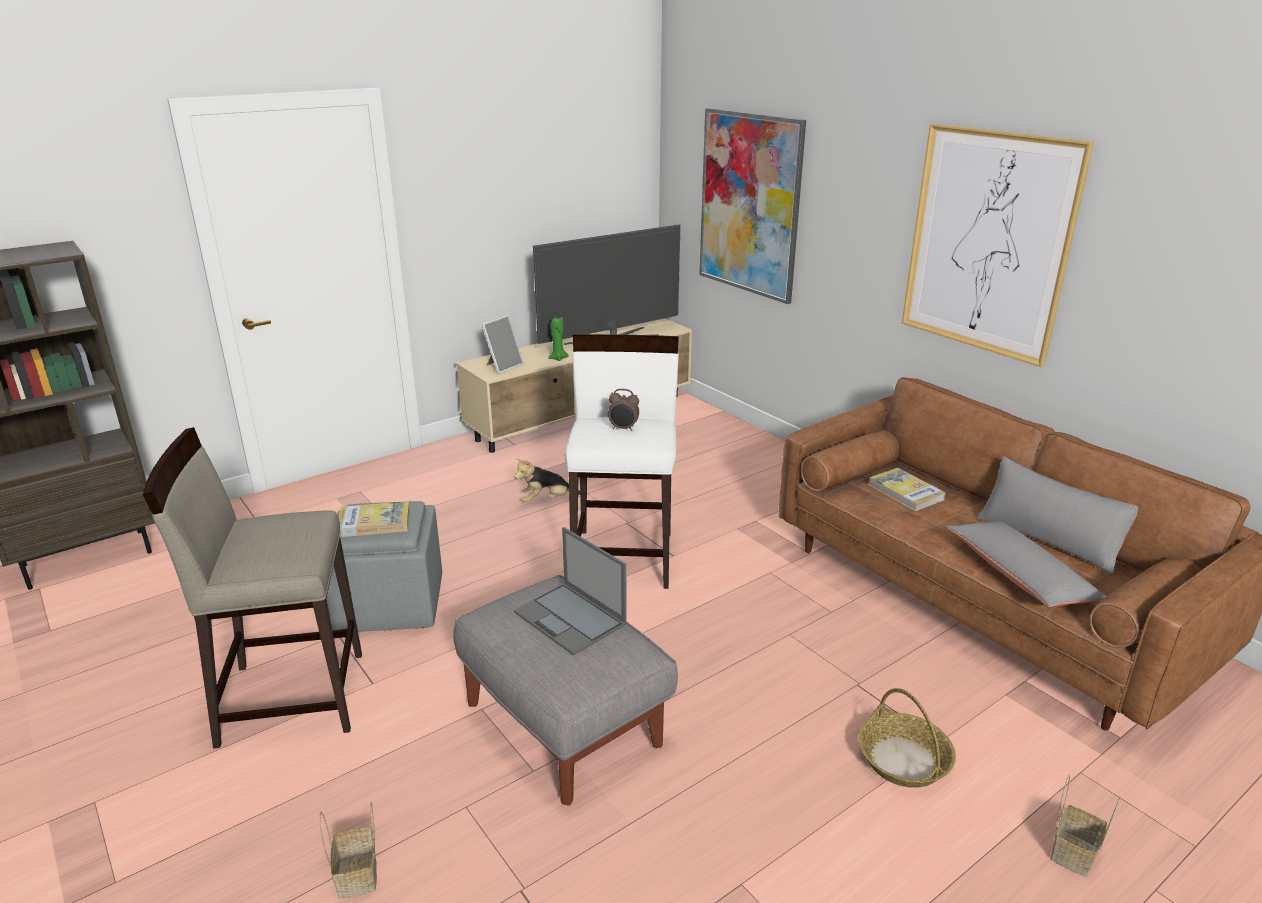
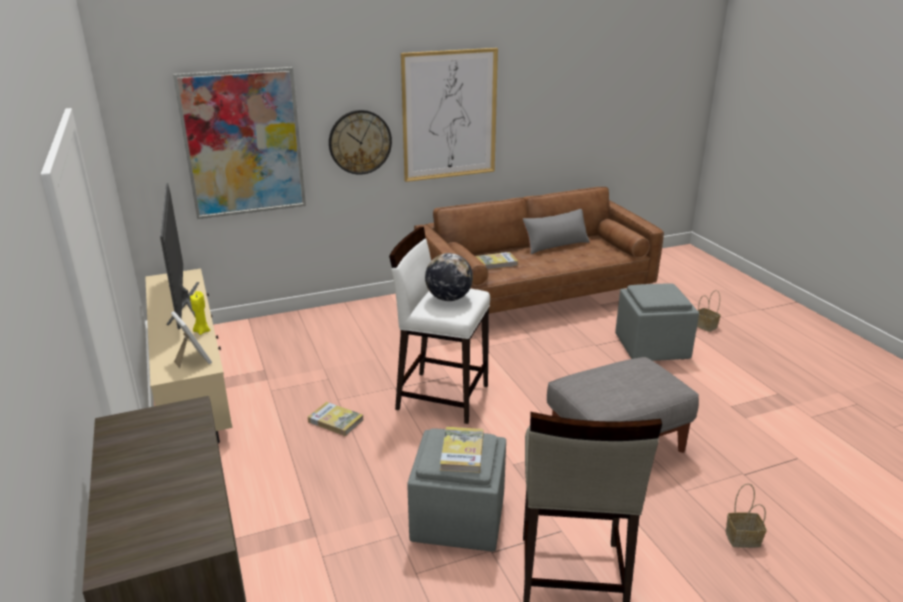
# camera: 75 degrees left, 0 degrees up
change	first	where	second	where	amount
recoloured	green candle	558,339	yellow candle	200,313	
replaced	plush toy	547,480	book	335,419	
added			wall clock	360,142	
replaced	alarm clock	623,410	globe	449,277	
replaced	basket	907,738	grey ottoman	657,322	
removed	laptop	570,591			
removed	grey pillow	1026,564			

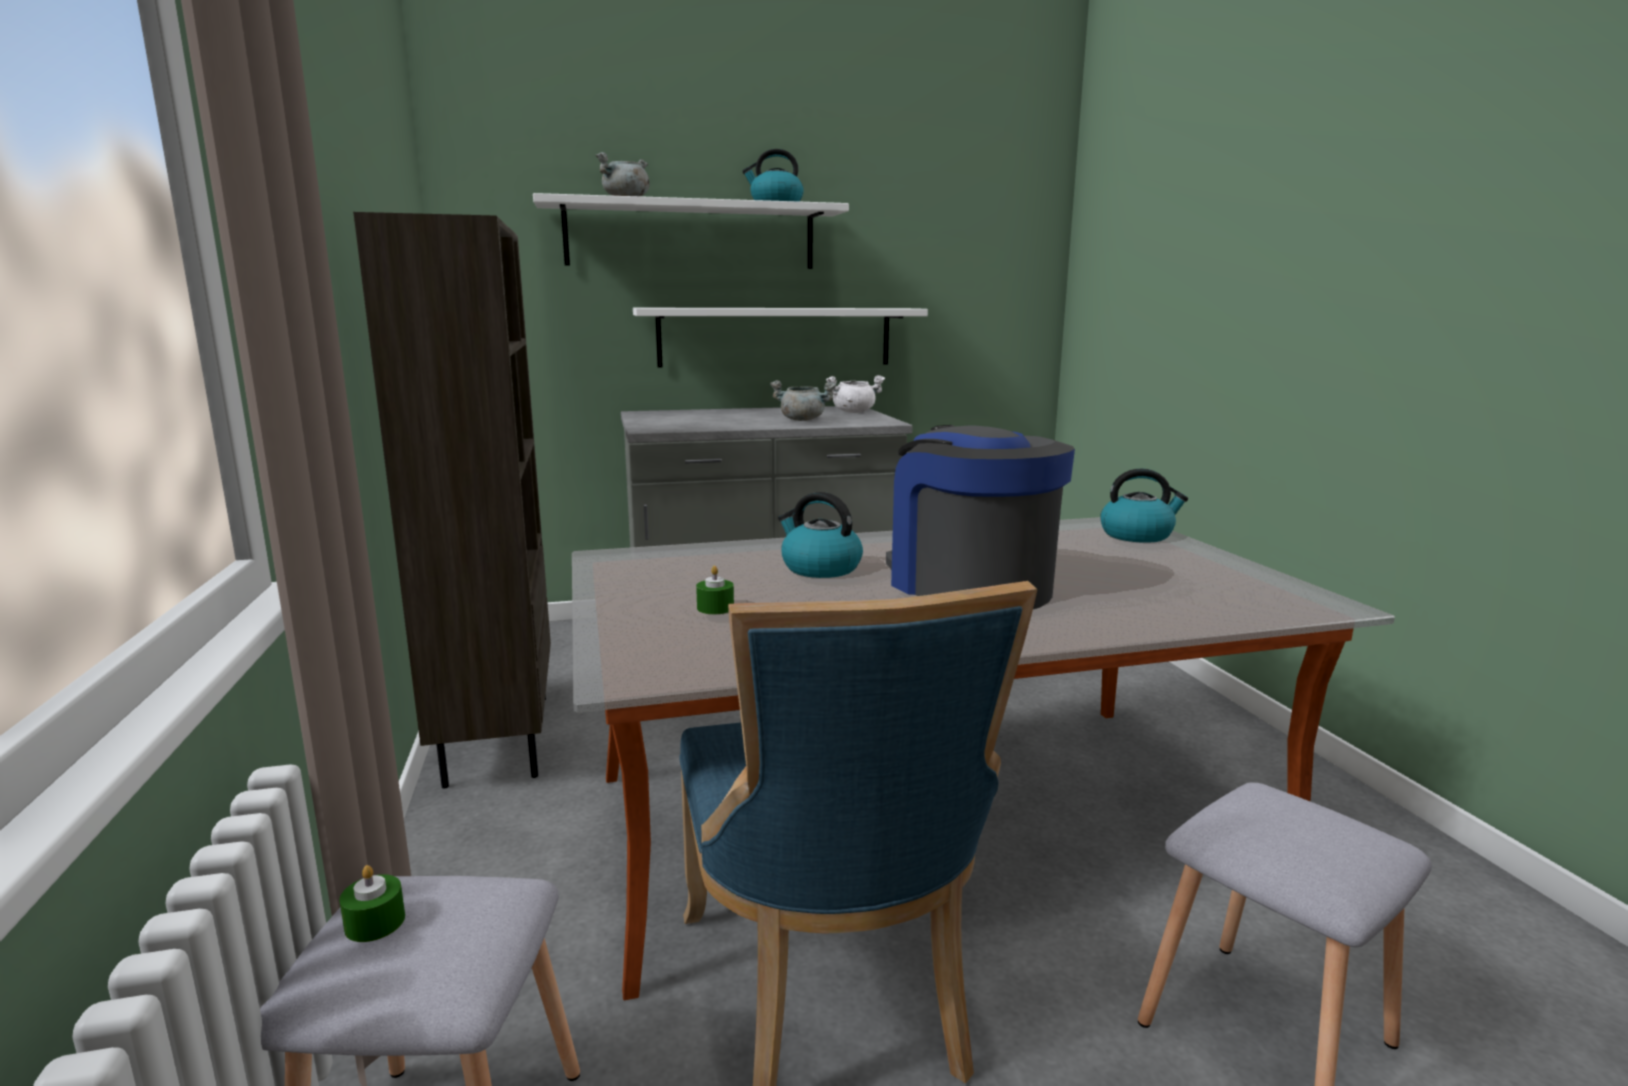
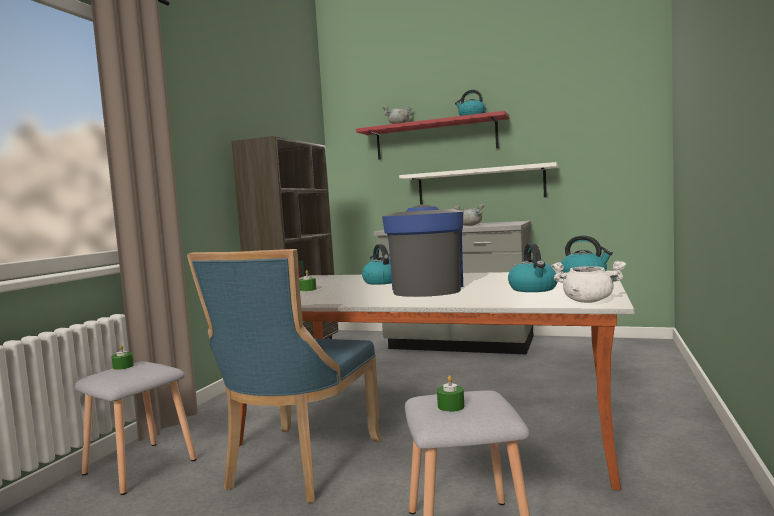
# camera: 35 degrees right, 10 degrees down
change	first	where	second	where	amount
recoloured	white shelf	691,231	red shelf	432,135	
added			green candle	450,393	
added			kettle	533,267	
moved	white cooking pot	855,394		588,282	

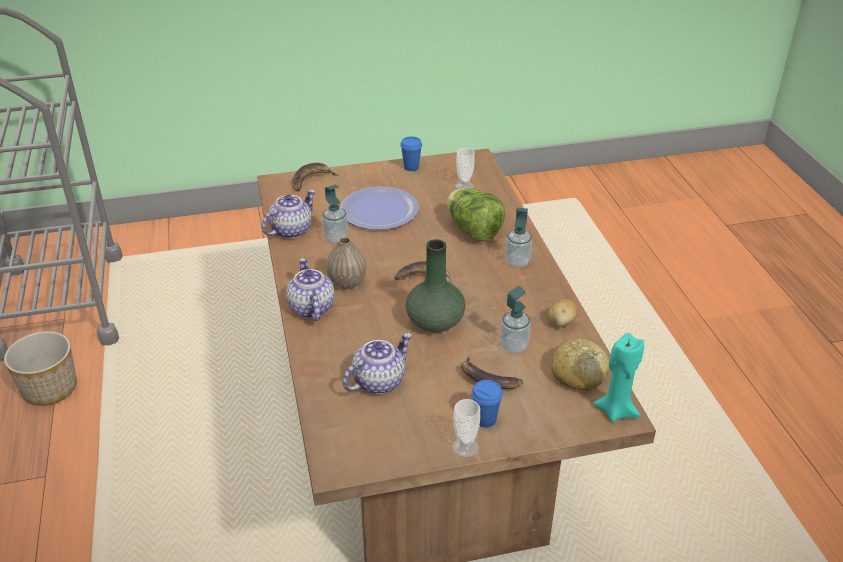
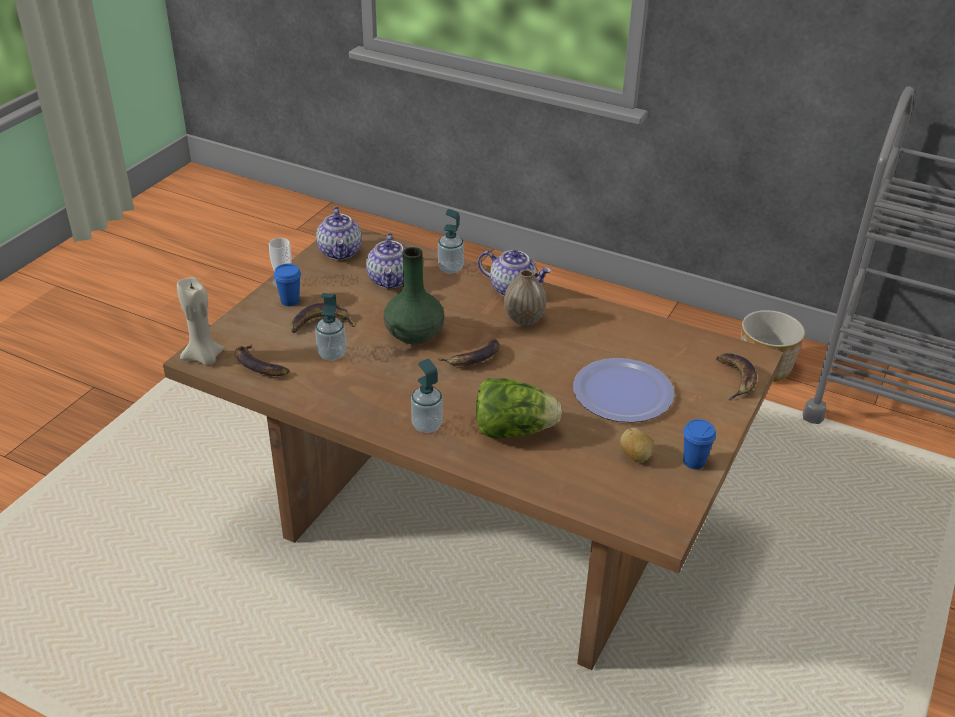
# camera: 130 degrees right, 0 degrees up
change	first	where	second	where	amount
recoloured	turquoise candle	618,377	beige candle	201,321	
replaced	bread	580,364	banana	262,360	
moved	teapot	289,214		339,233	
moved	soap dispenser	335,214		451,241	
moved	potato	562,313		637,445	
removed	cup	465,168			

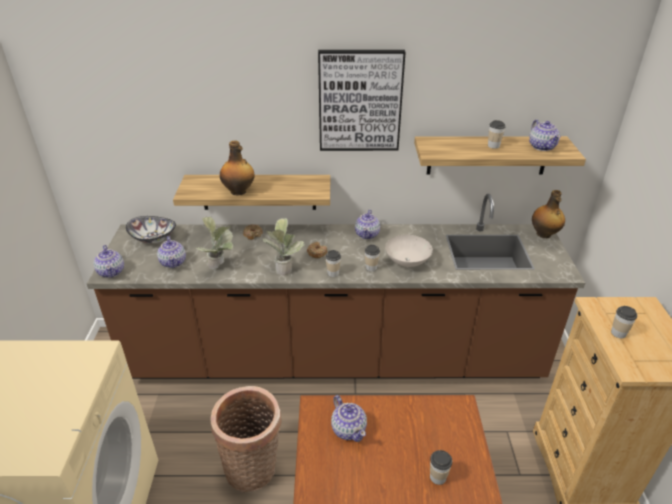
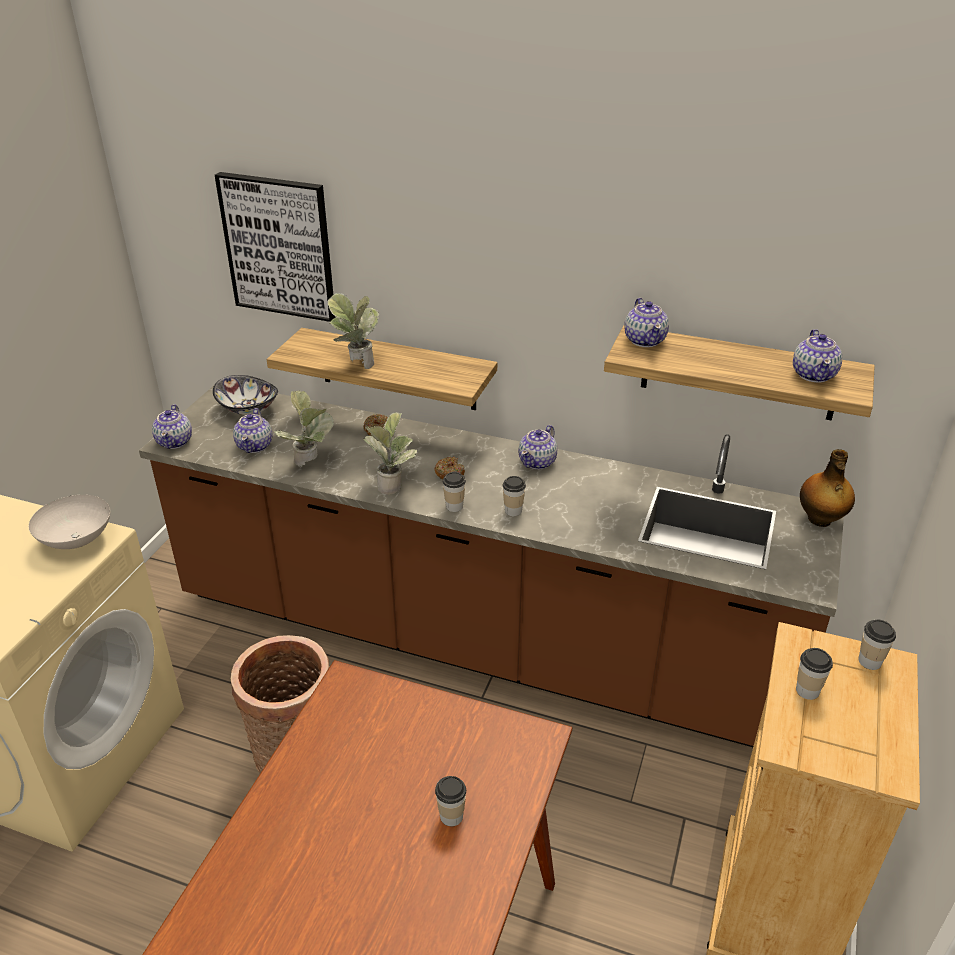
# camera: 20 degrees right, 0 degrees up
change	first	where	second	where	amount
moved	white bowl	409,251		69,522	
moved	picture	362,100		275,247	
replaced	bottle	237,168	potted plant	353,331	
moved	teapot	349,418		646,322	
moved	cup	496,134		877,645	

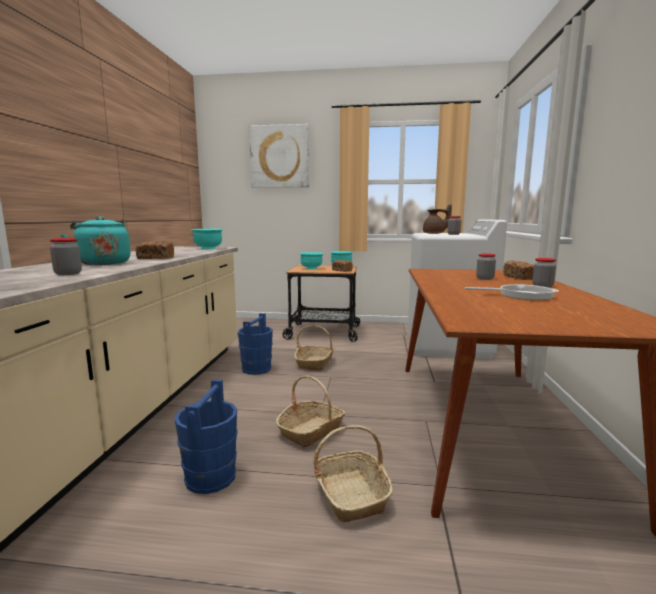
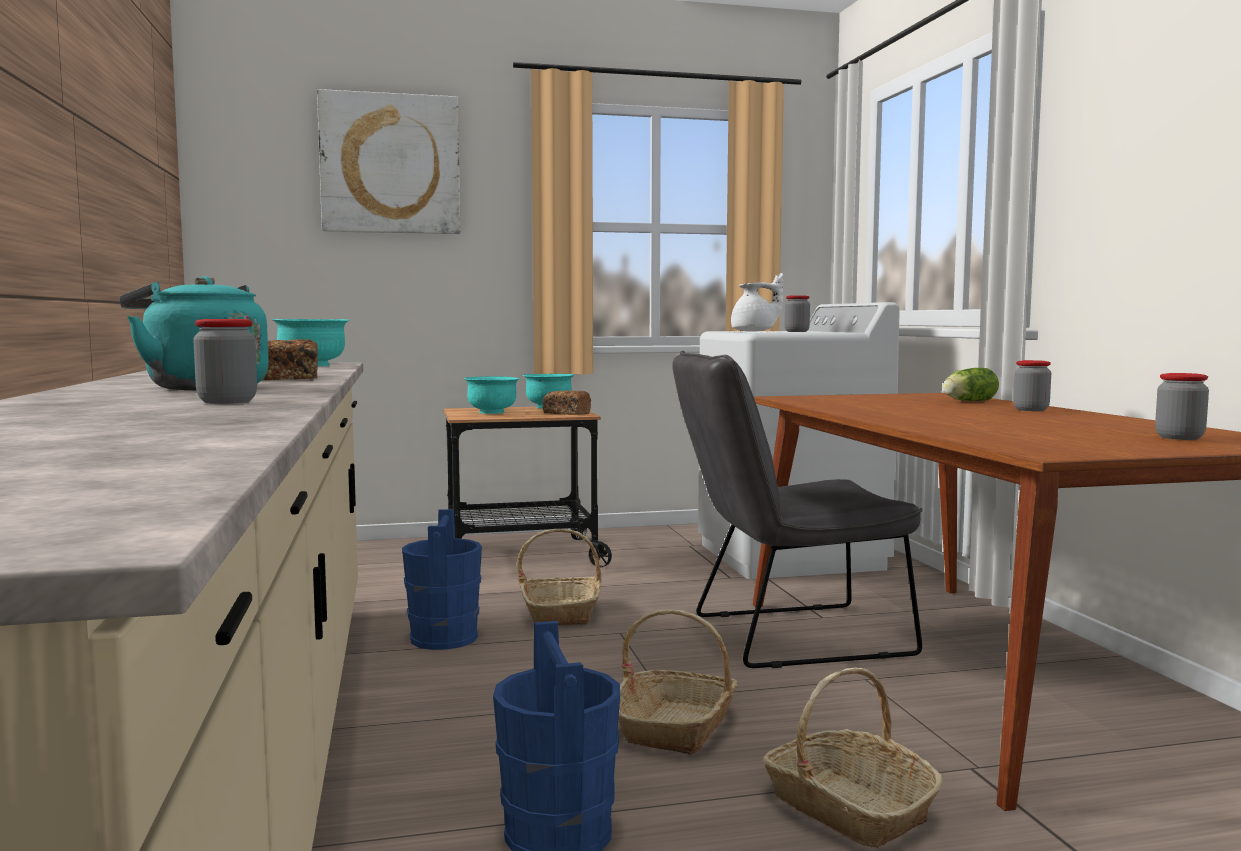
# camera: 20 degrees left, 5 degrees down
change	first	where	second	where	amount
added			grey chair	797,509	
recoloured	brown teapot	437,219	white teapot	757,302	
replaced	bread	518,270	lettuce	971,384	
moved	jar	486,266		1182,406	
removed	frying pan	512,292			

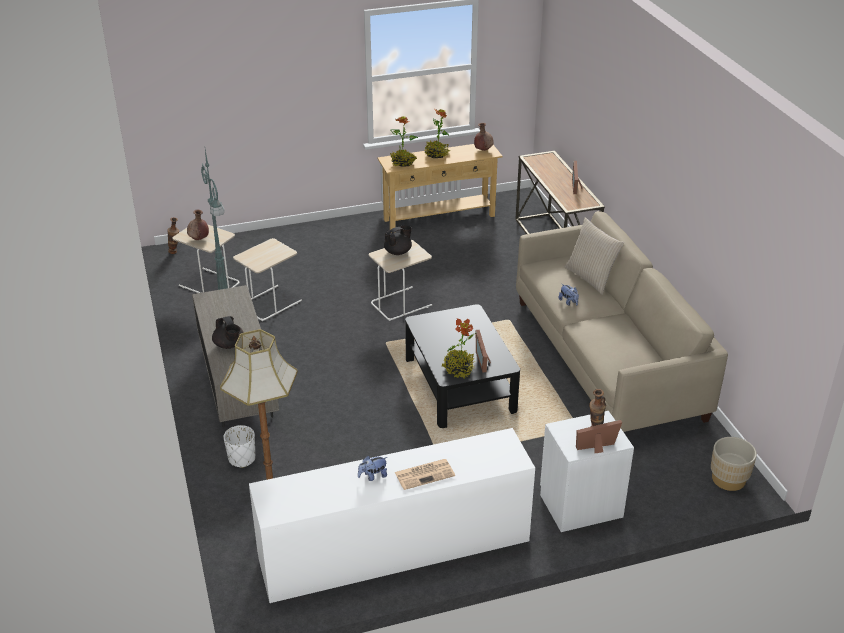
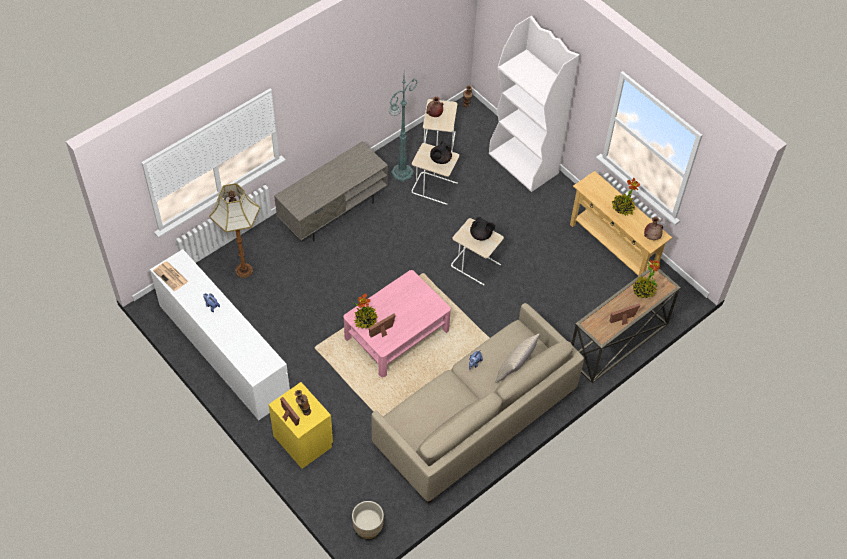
# camera: 65 degrees right, 20 degrees up
change	first	where	second	where	amount
moved	newspaper	425,474		171,276	
recoloured	white nightstand	587,471	yellow nightstand	300,425	
recoloured	black coffee table	462,366	pink coffee table	397,323	
moved	black teapot	228,332		441,152	
added			white bookcase	534,104	
moved	potted plant	404,141		647,278	
removed	white planter	239,446			

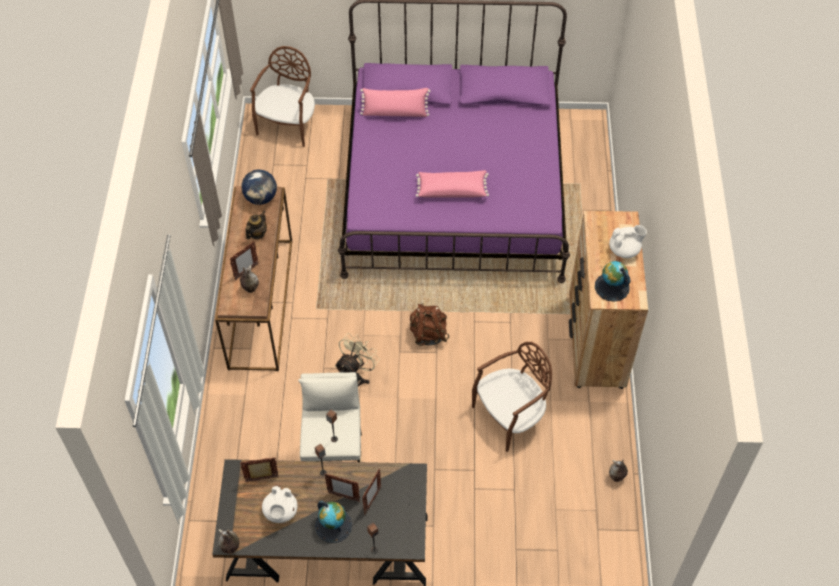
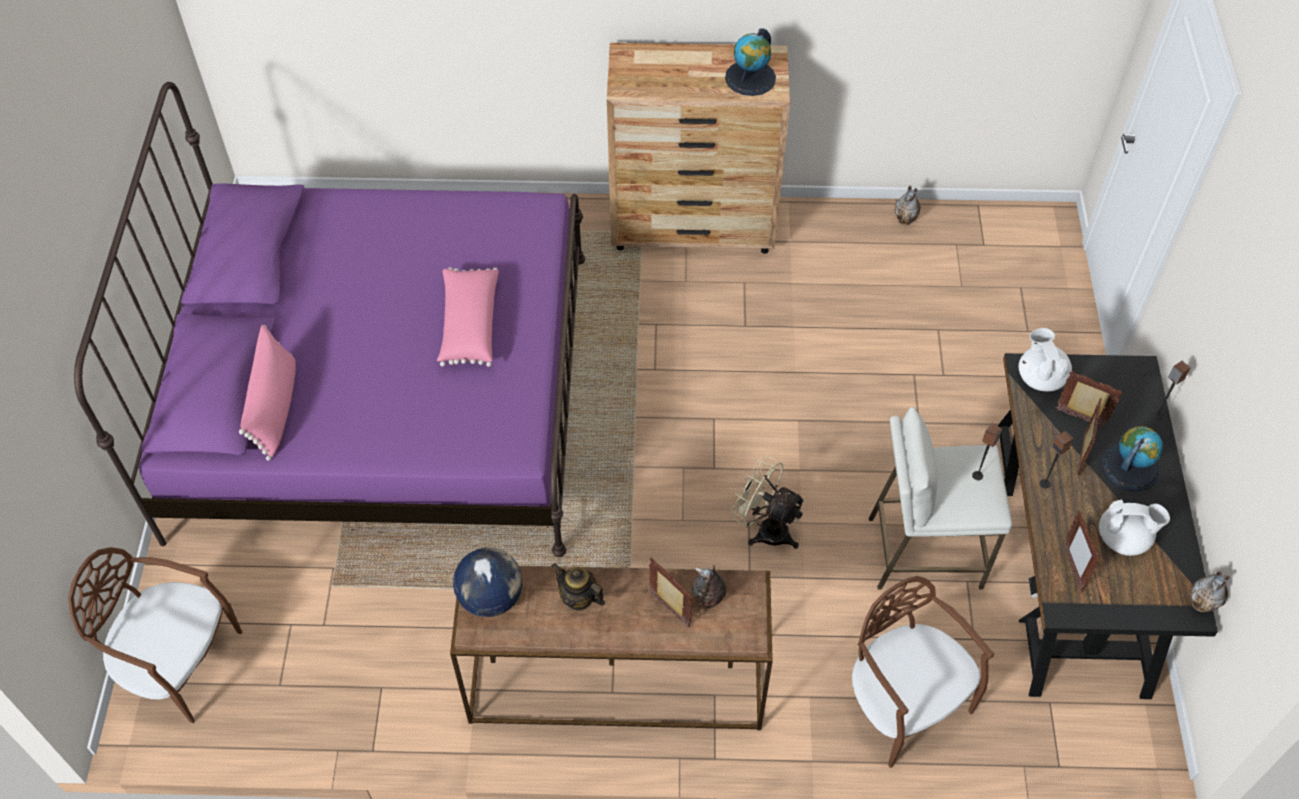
# camera: 90 degrees left, 0 degrees up
change	first	where	second	where	amount
moved	brown chair	512,397		923,672	
moved	white teapot	628,241		1045,359	
removed	brown backpack	429,324			

